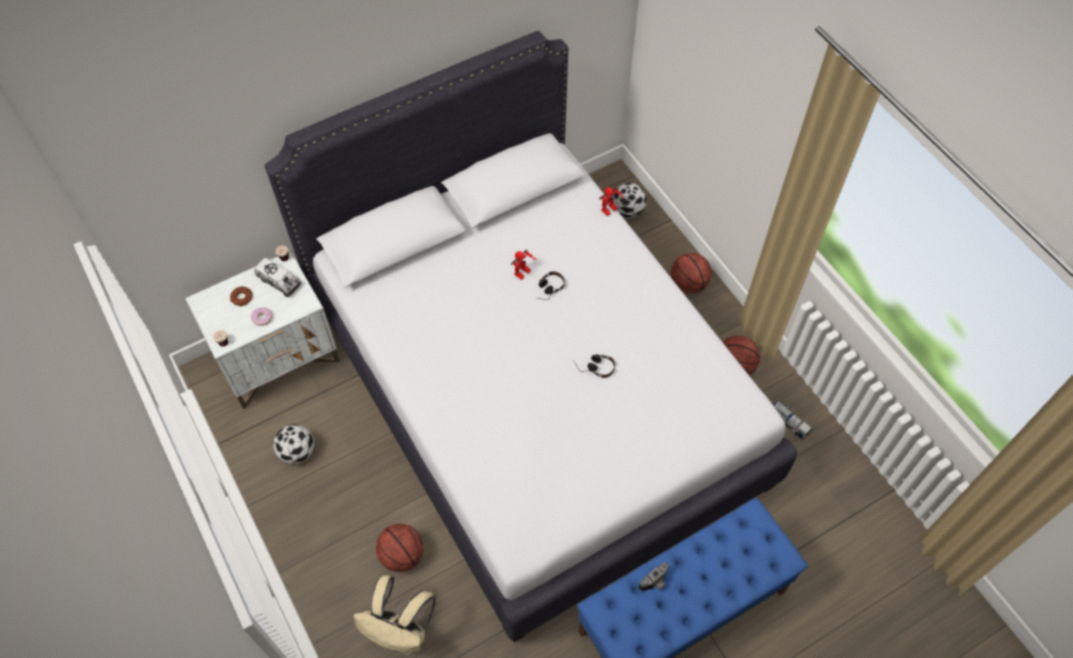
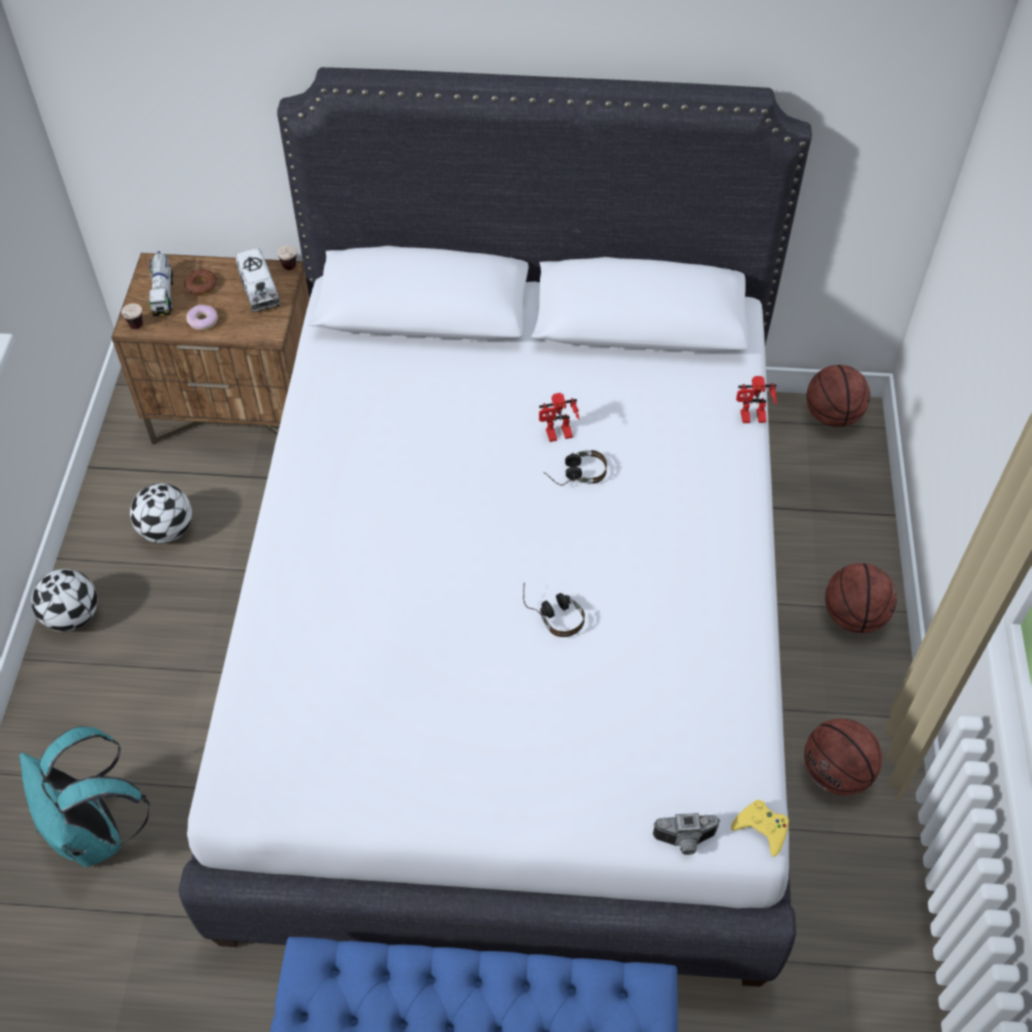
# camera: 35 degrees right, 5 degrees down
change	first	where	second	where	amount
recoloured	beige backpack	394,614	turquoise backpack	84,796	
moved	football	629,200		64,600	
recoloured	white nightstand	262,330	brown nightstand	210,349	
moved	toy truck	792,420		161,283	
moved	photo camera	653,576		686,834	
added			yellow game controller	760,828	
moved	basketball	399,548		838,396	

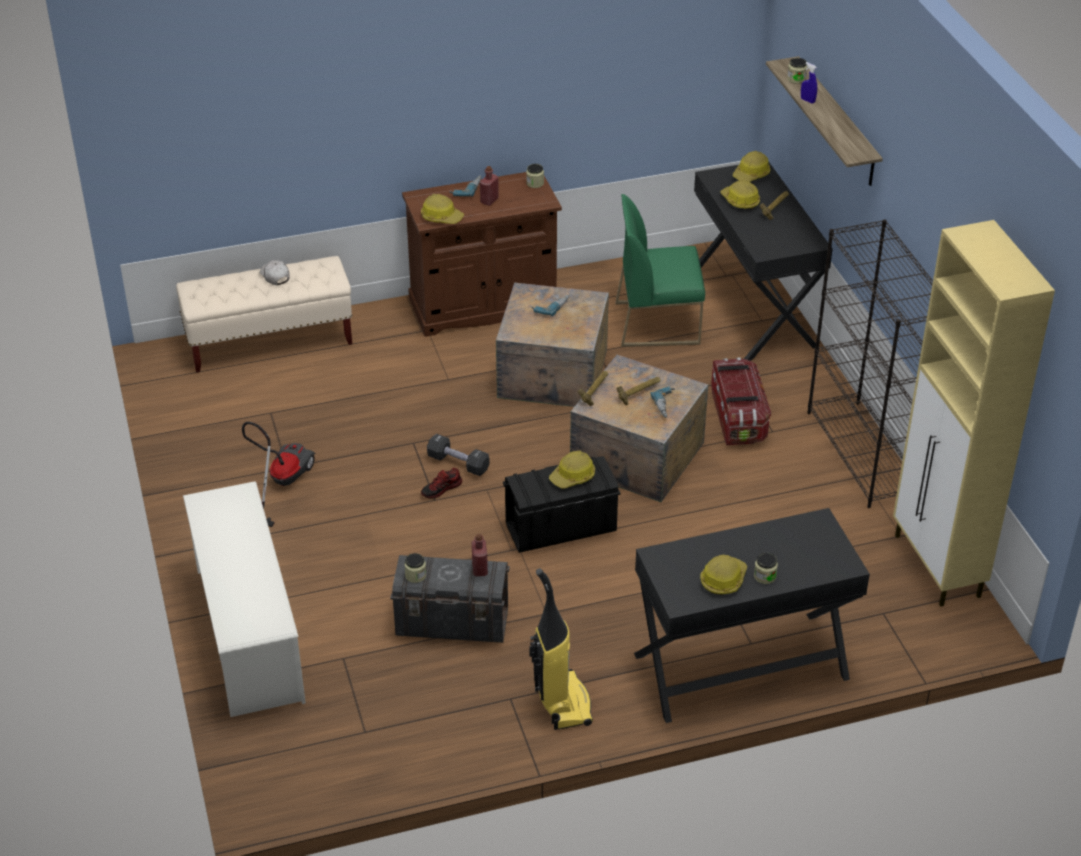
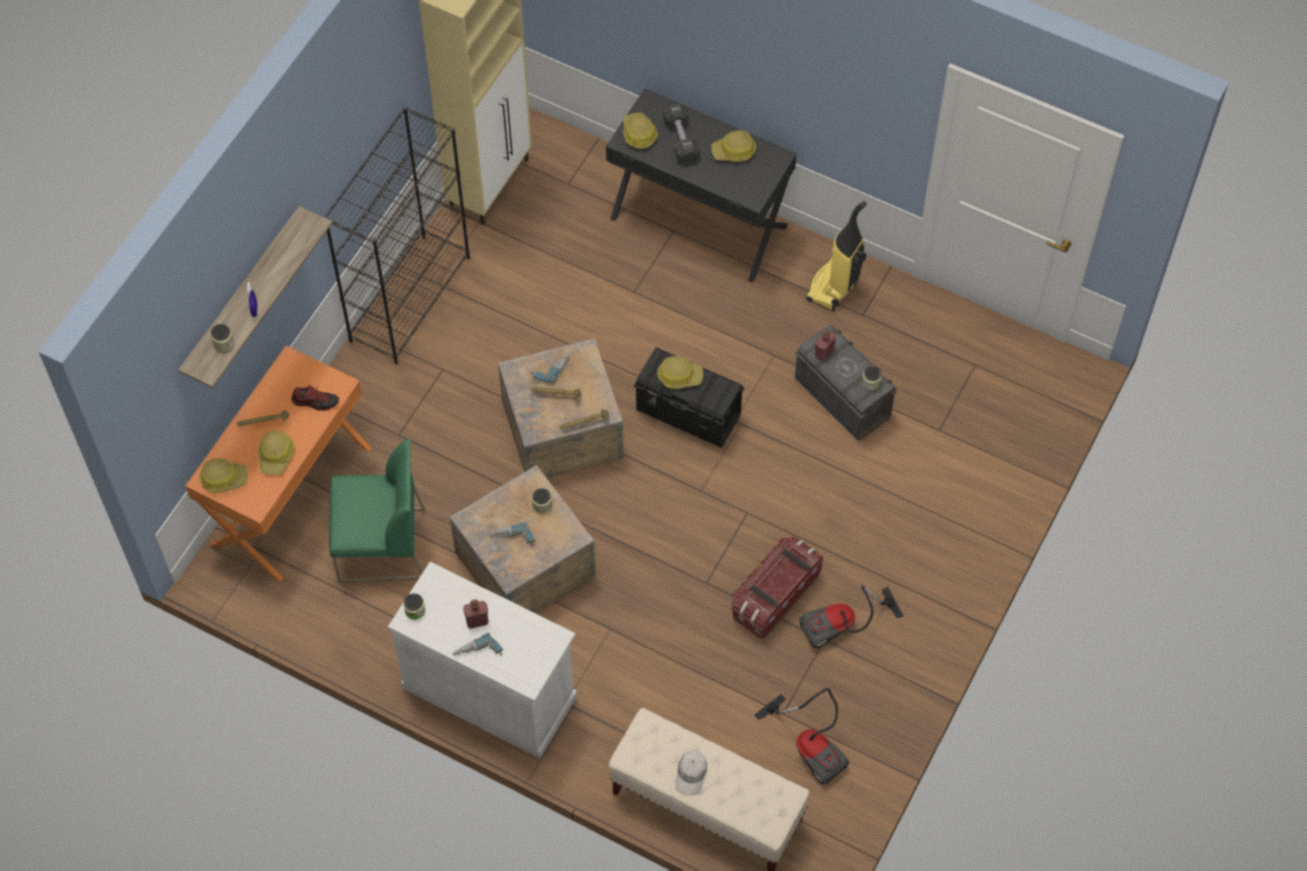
# camera: 135 degrees left, 20 degrees up
change	first	where	second	where	amount
recoloured	black desk	763,261	orange desk	278,464	
moved	shoe	441,483		315,398	
turned	green chair	660,270		377,511	45 degrees counterclockwise
recoloured	brown cabinet	482,254	white cabinet	482,660	
moved	jar	766,568		542,500	
moved	hard hat	442,209		640,130	
moved	black dumbbell	458,455		681,133	
moved	storage box	741,401		777,588	
added			vacuum cleaner	801,736	
removed	white shoe rack	244,599			

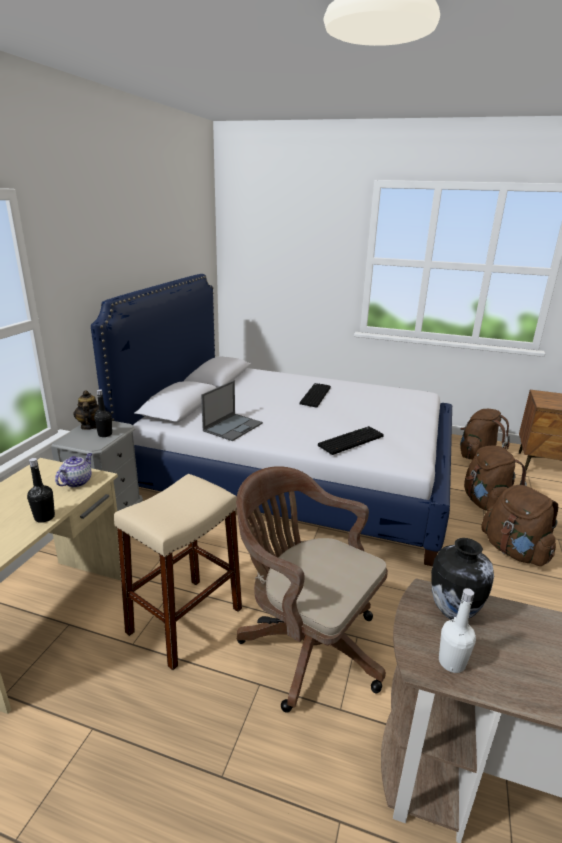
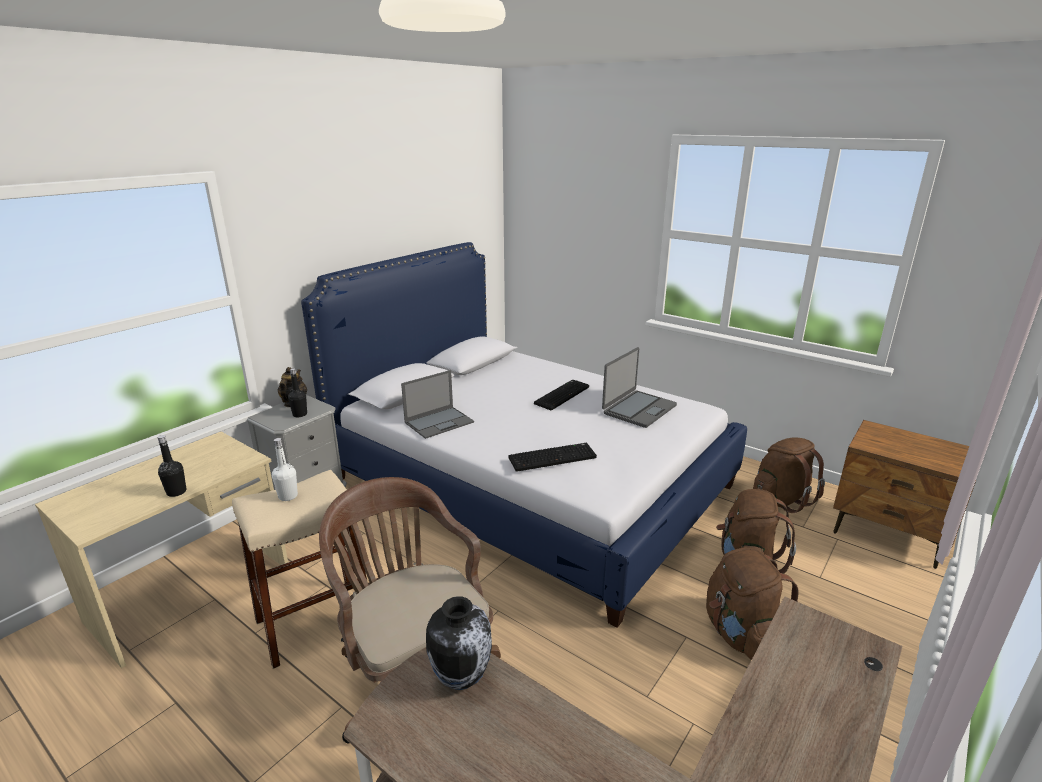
# camera: 20 degrees right, 0 degrees up
change	first	where	second	where	amount
moved	white bottle	457,630		285,469	
added			laptop	639,387	
removed	teapot	73,470			

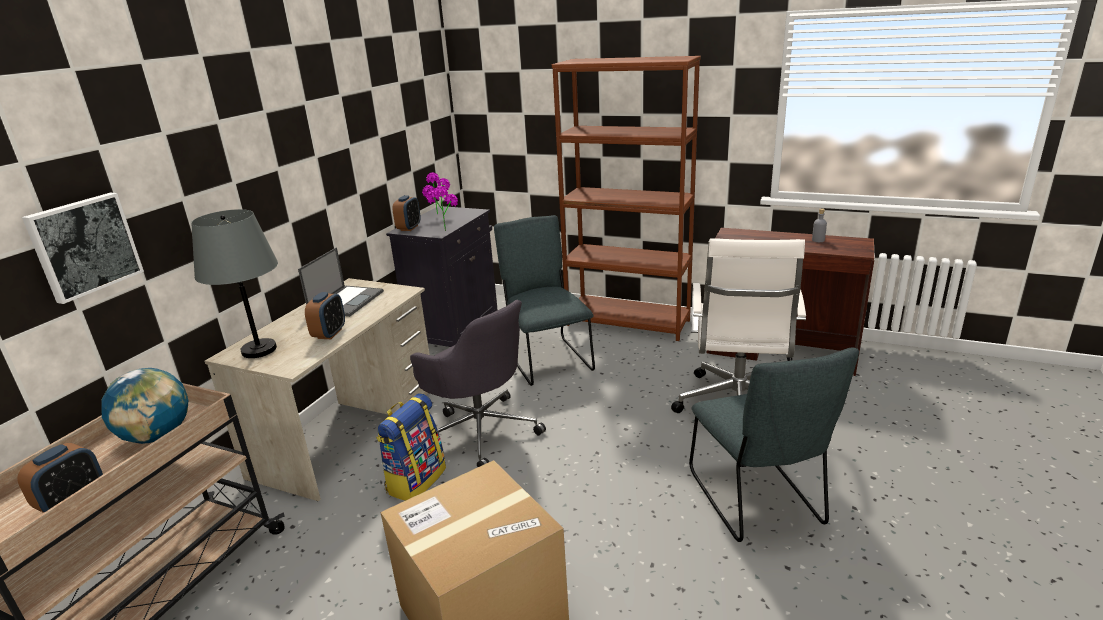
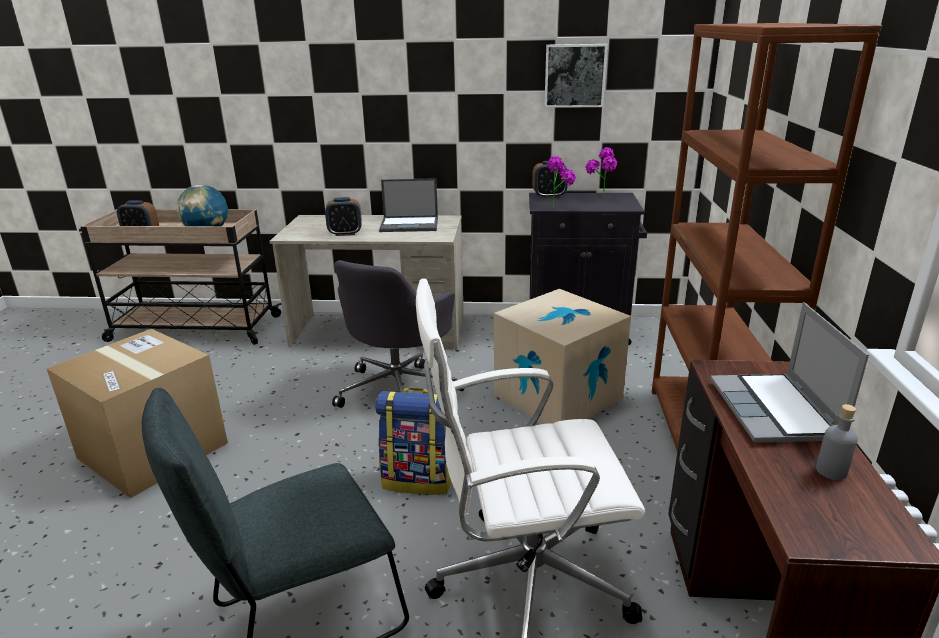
# camera: 70 degrees right, 0 degrees up
change	first	where	second	where	amount
moved	backpack	411,447		413,441	
replaced	grey chair	544,300	cardboard box	562,356	
moved	picture	83,248		575,76	
added			laptop	789,372	
removed	grey table lamp	234,283			

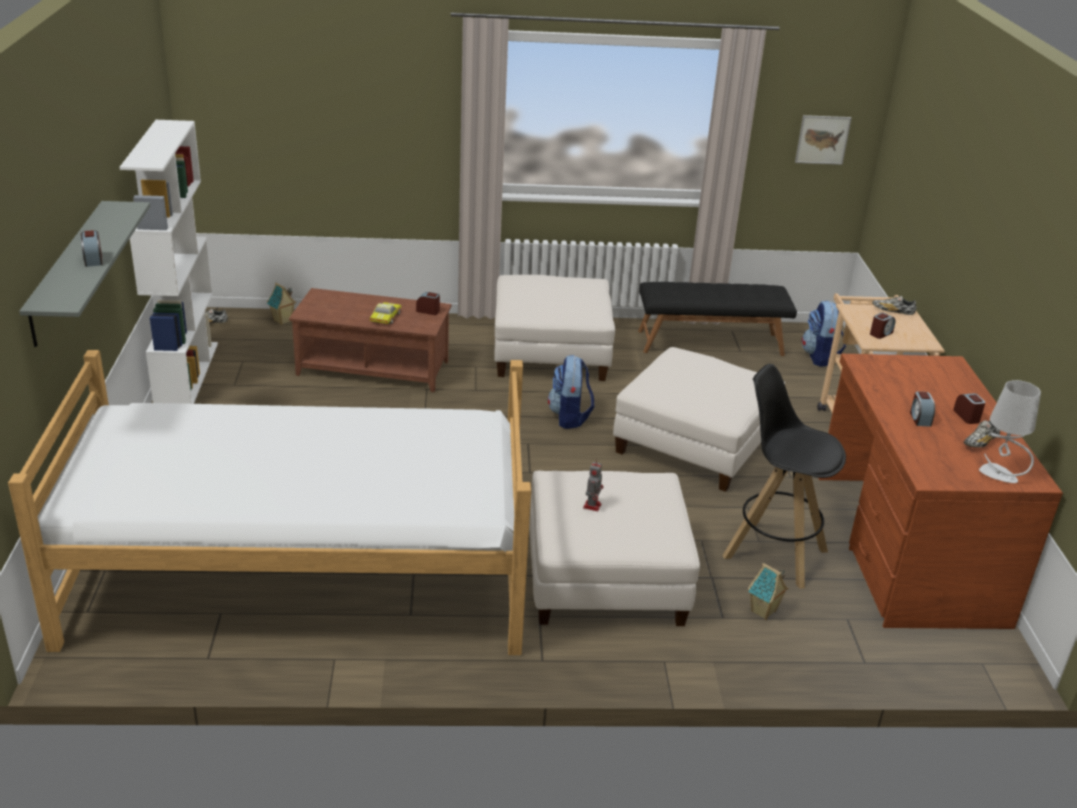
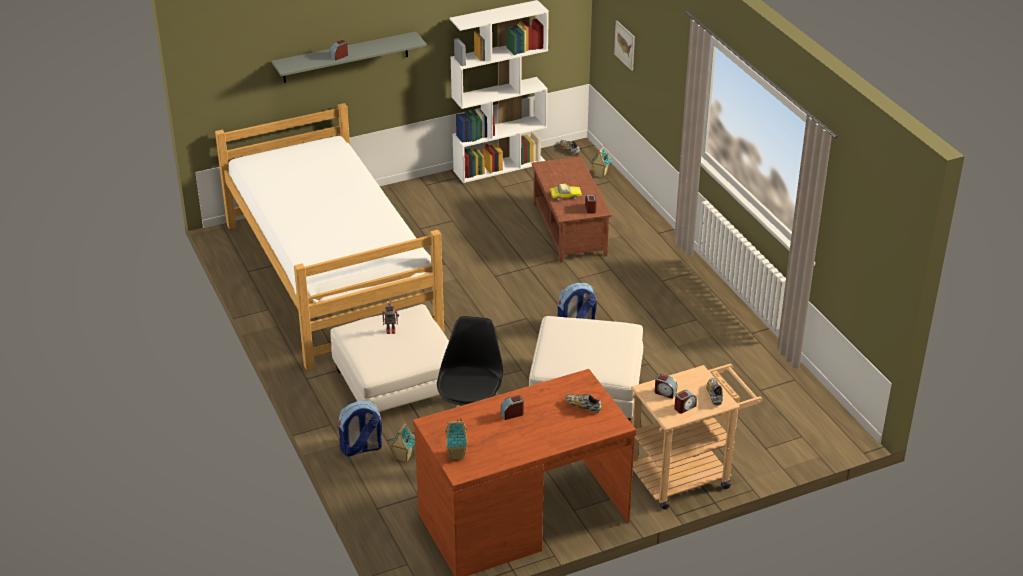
# camera: 70 degrees right, 5 degrees up
change	first	where	second	where	amount
moved	backpack	824,334		360,429	
replaced	grey table lamp	1010,431	toy house	456,439	
moved	shoe	982,434		584,403	
moved	picture	823,140		624,46	
moved	alarm clock	969,408		685,402	
removed	white ottoman	554,328			
removed	black bench	717,319			

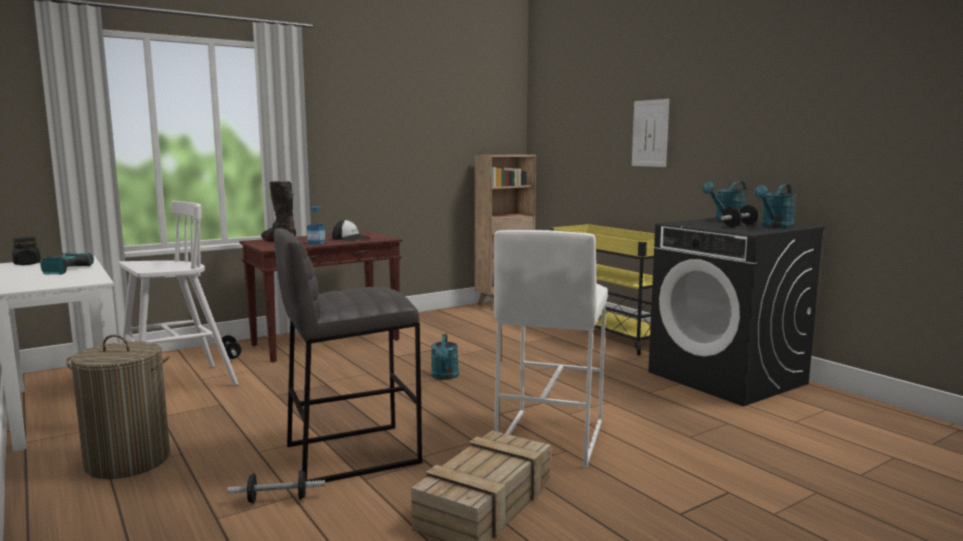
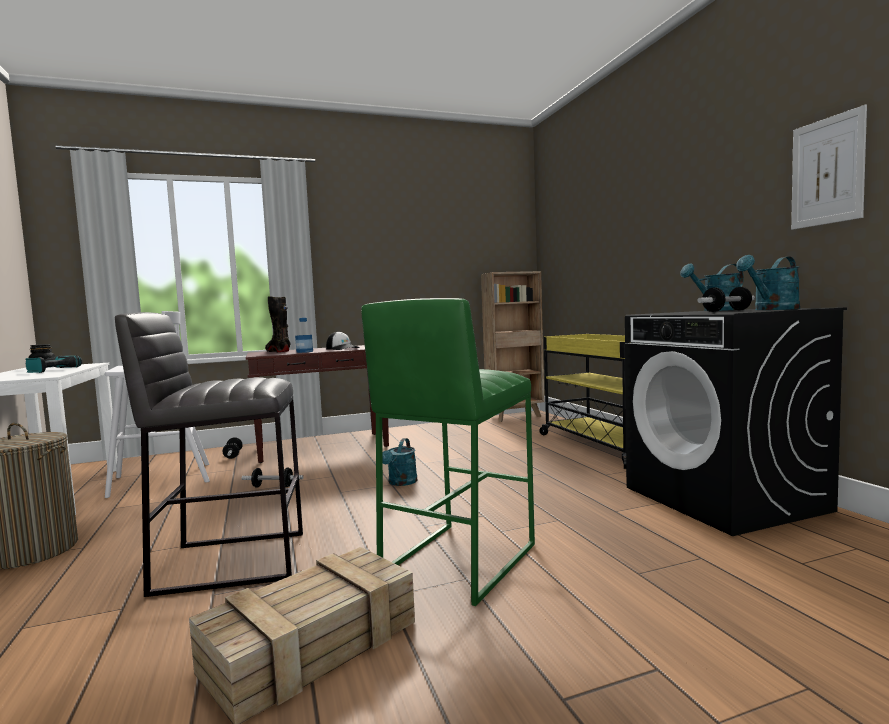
# camera: 15 degrees right, 5 degrees down
change	first	where	second	where	amount
moved	dumbbell	276,487		272,478	
recoloured	white stool	551,349	green stool	448,452	
moved	picture	650,133		829,167	

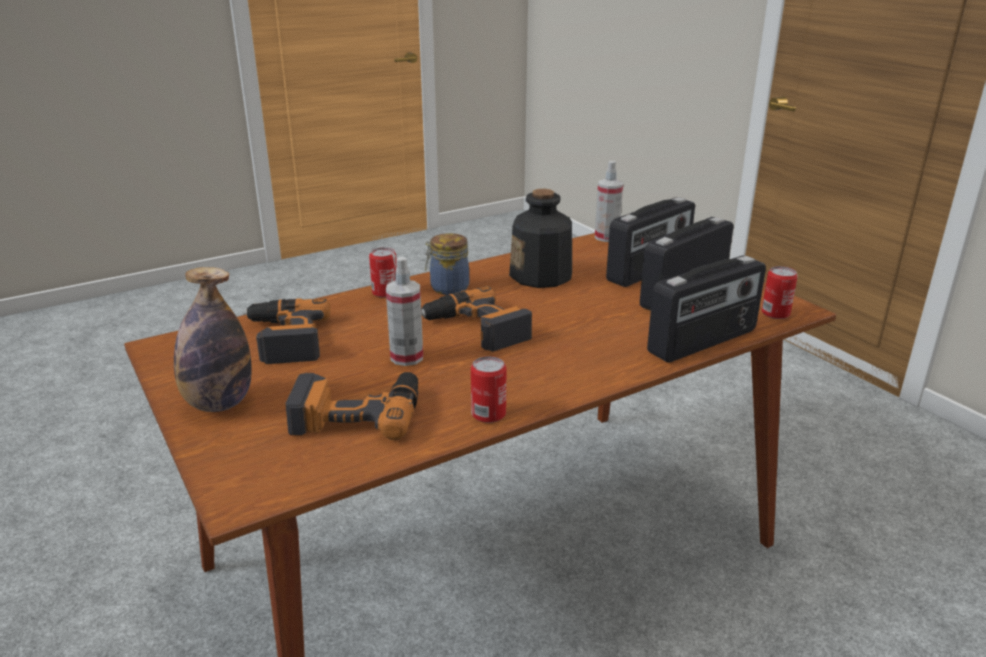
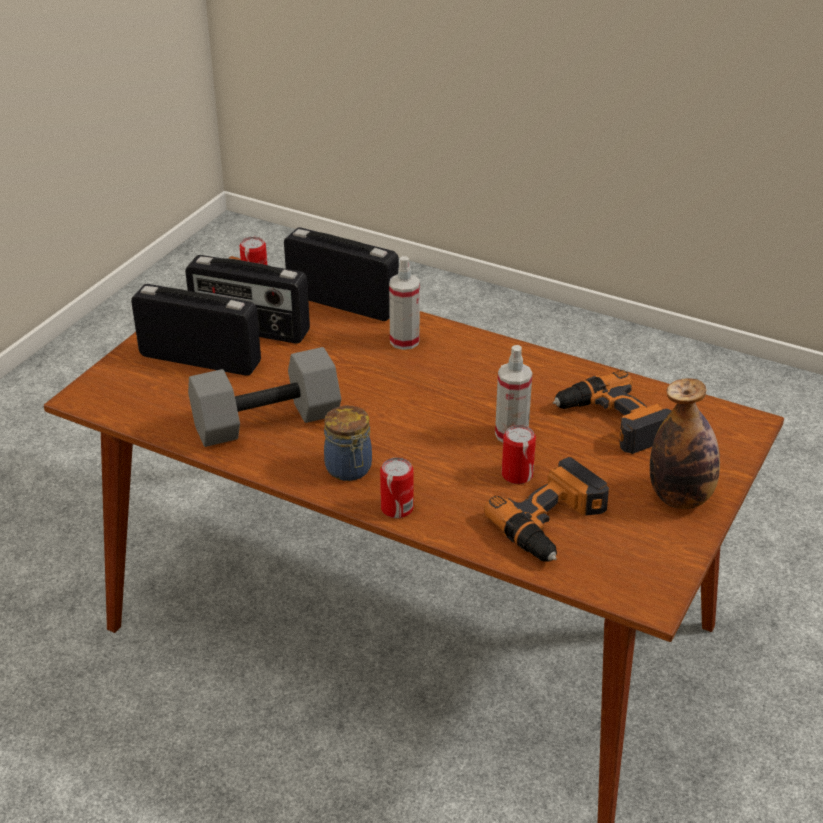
# camera: 120 degrees left, 10 degrees up
change	first	where	second	where	amount
replaced	bottle	540,238	grey dumbbell	264,397	
moved	spray bottle	609,201		404,303	
moved	can	488,389		519,454	
removed	power drill	476,318			

